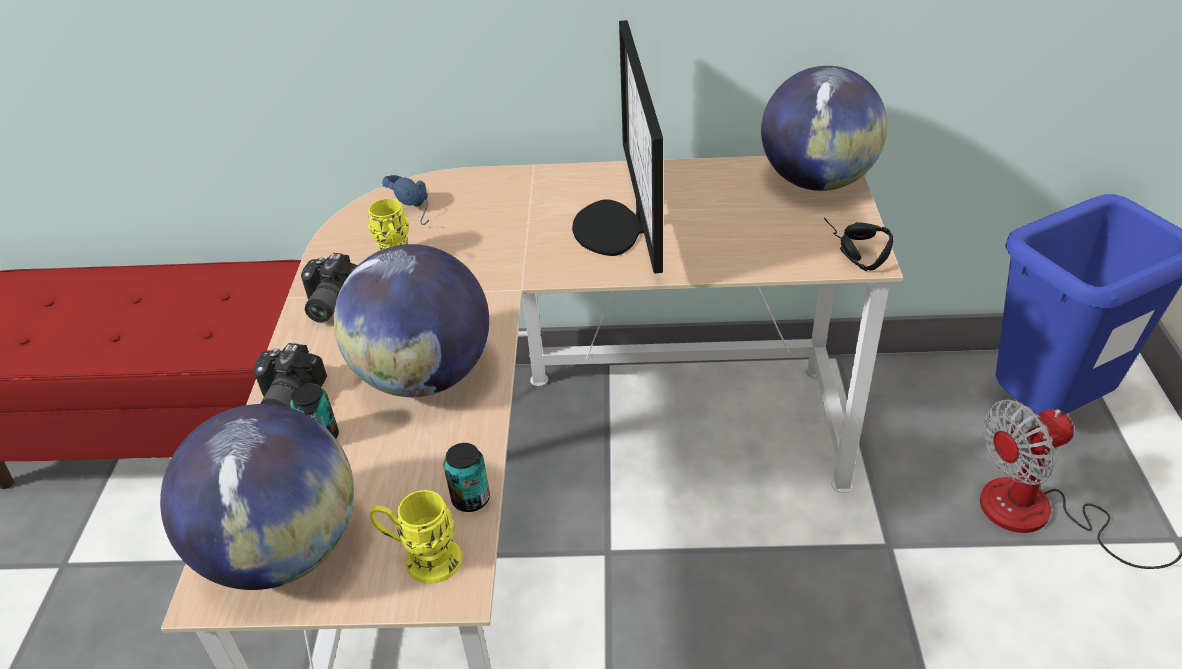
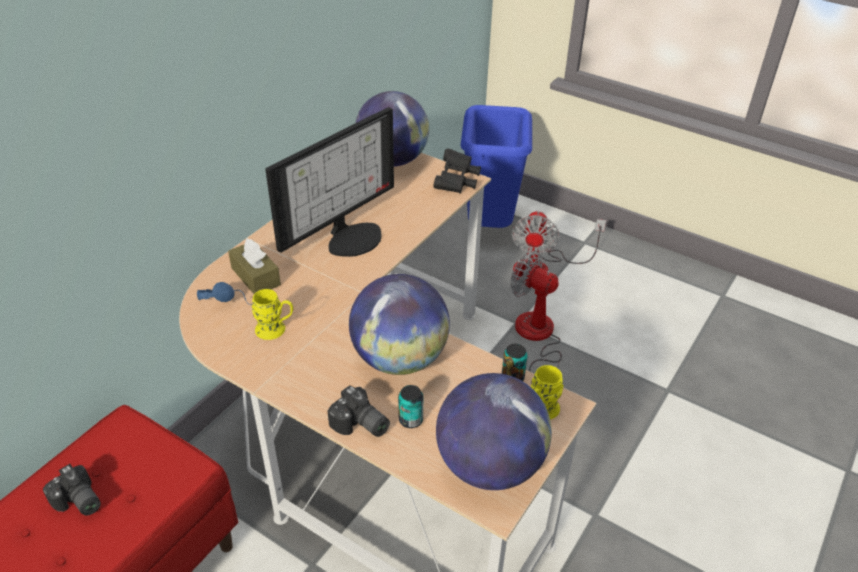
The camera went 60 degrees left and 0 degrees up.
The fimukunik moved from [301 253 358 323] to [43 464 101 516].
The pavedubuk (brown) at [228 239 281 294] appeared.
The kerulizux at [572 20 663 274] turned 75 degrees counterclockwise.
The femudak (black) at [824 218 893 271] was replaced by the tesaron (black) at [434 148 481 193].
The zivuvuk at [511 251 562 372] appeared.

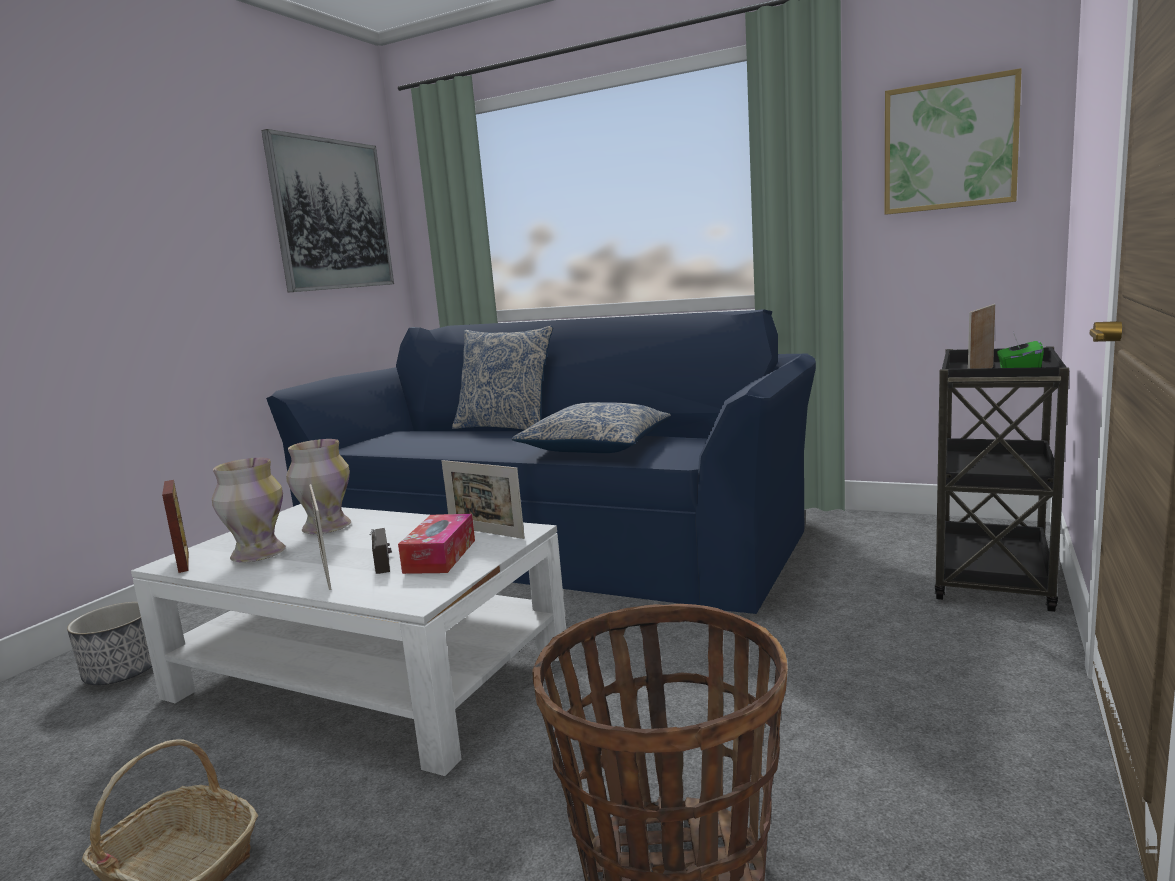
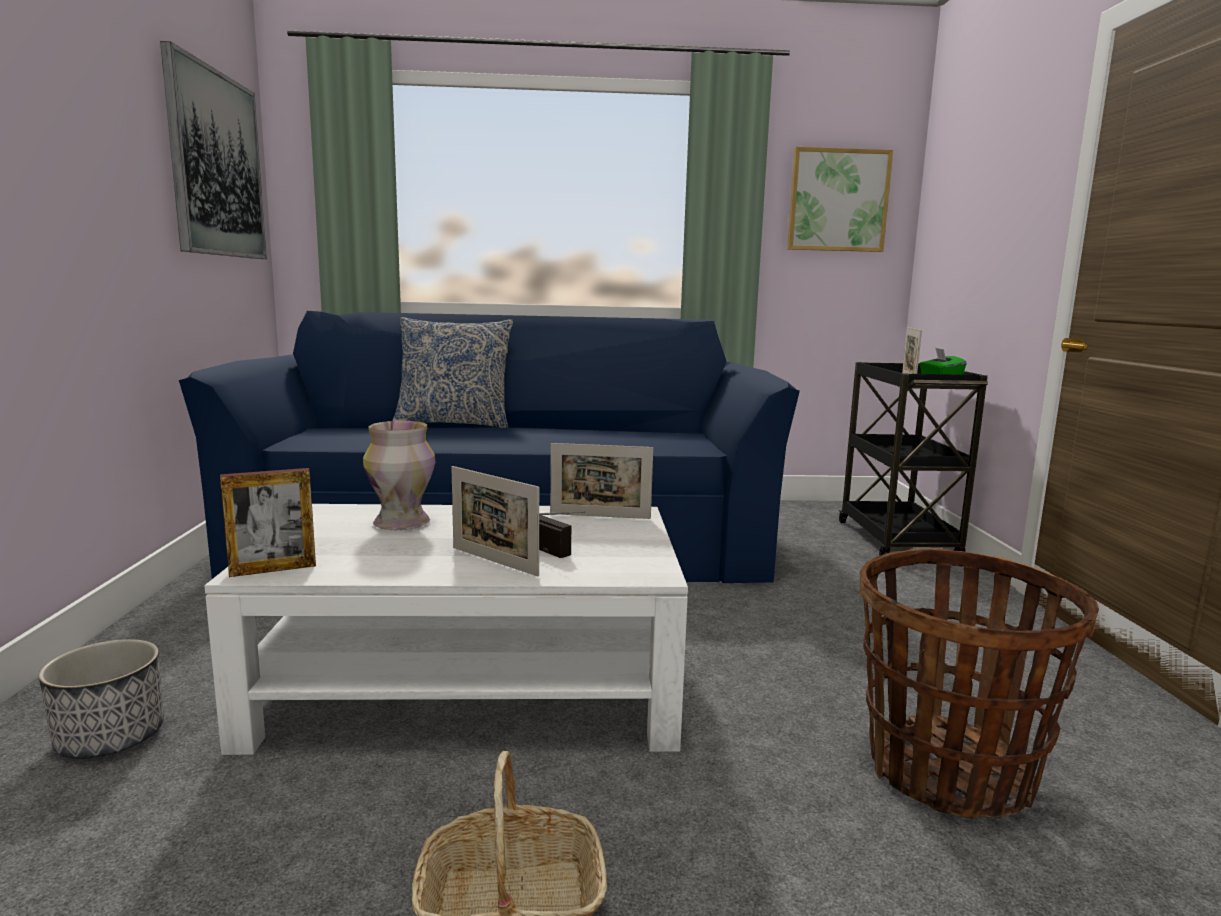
The camera went 30 degrees left and 0 degrees up.
The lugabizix at [162 480 189 573] turned 120 degrees clockwise.
The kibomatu at [212 458 286 563] disappeared.
The pavedubuk at [398 514 475 574] disappeared.
The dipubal at [512 402 671 453] disappeared.

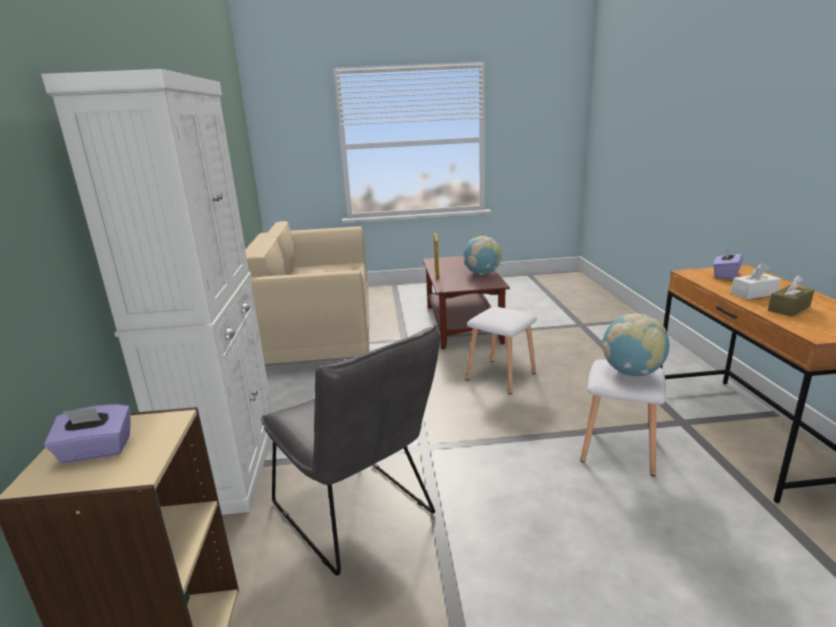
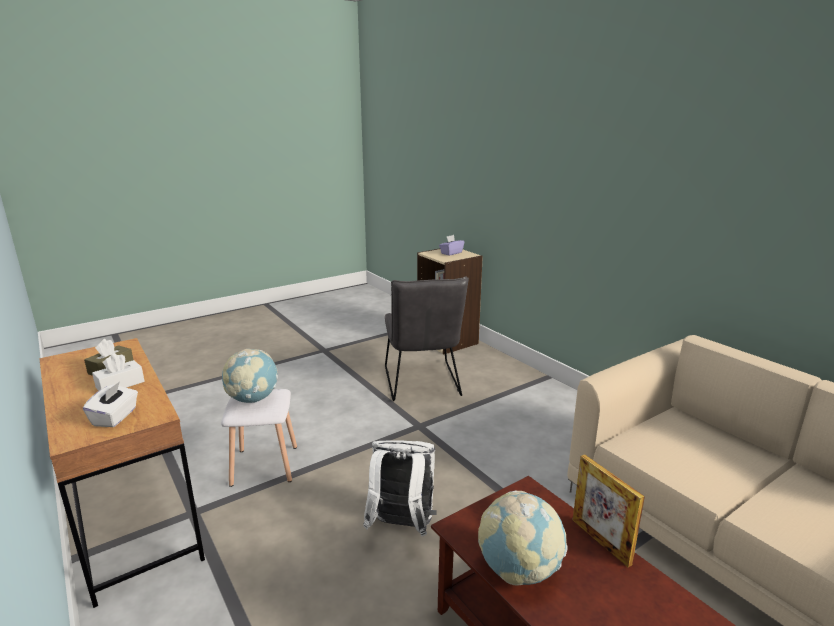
The camera went 150 degrees right and 0 degrees up.
The pavedubuk (purple) at [713 246 743 280] became the pavedubuk (white) at [83 382 138 427].
The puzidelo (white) at [466 307 537 394] was replaced by the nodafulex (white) at [363 440 437 537].
The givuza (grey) at [261 324 440 576] turned 120 degrees counterclockwise.
The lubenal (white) at [41 69 273 515] disappeared.

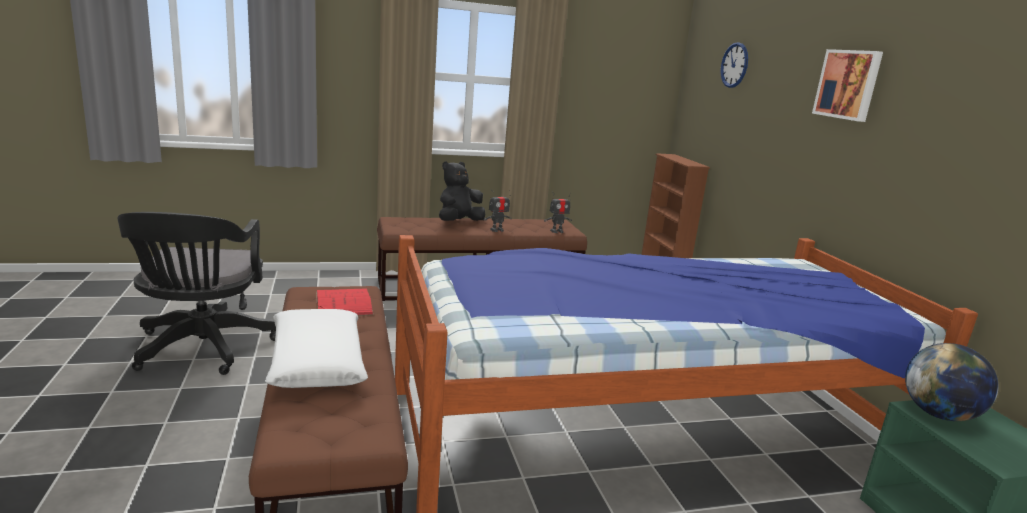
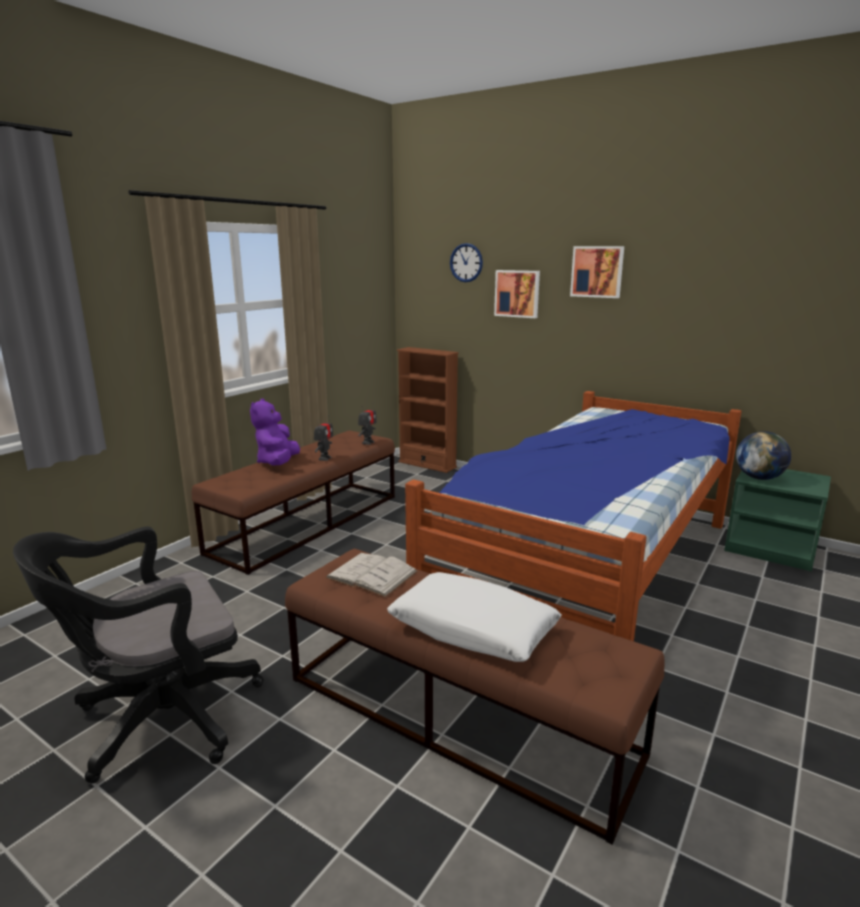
The camera went 40 degrees left and 0 degrees up.
The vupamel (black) at [117 212 276 375] turned 105 degrees clockwise.
The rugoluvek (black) at [439 161 485 221] became the rugoluvek (purple) at [250 399 300 465].
The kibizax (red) at [316 288 374 316] became the kibizax (white) at [325 553 418 597].
The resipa at [494 270 540 318] appeared.

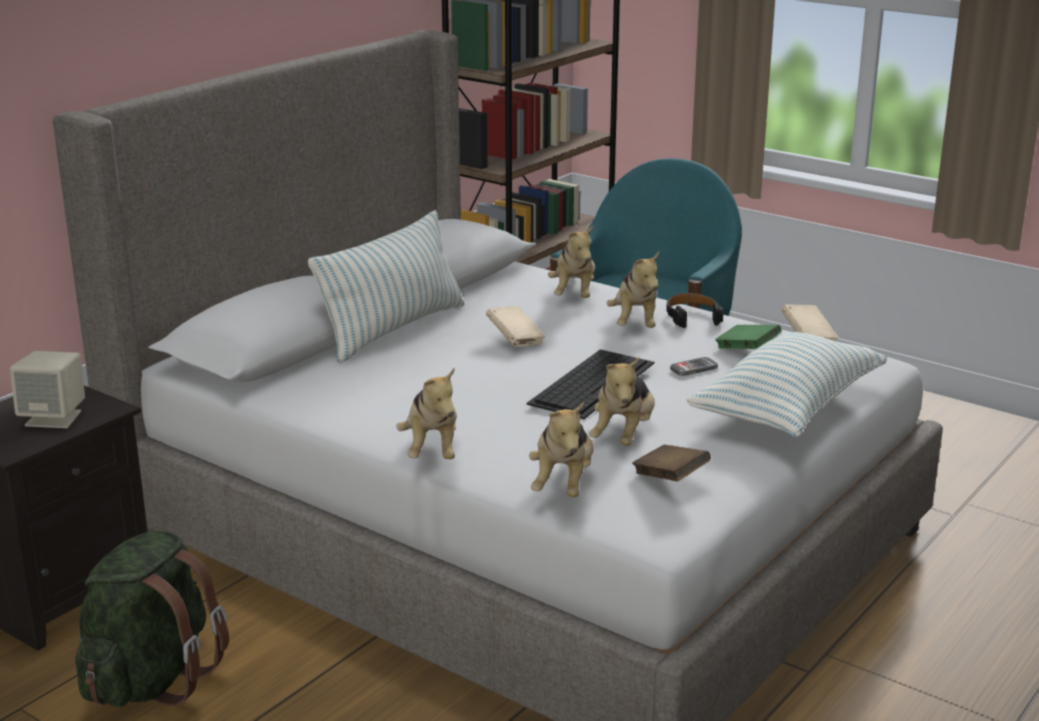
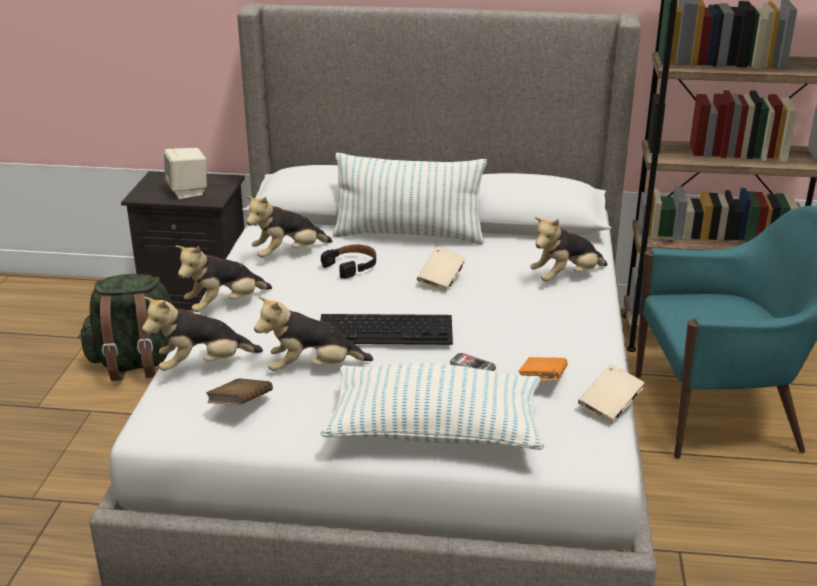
The camera went 60 degrees right and 5 degrees up.
The rugoluvek moved from [607 252 659 328] to [245 196 333 258].
The femudak (black) moved from [666 293 723 328] to [321 245 376 279].
The kibizax (green) at [715 324 781 349] became the kibizax (orange) at [518 357 568 381].

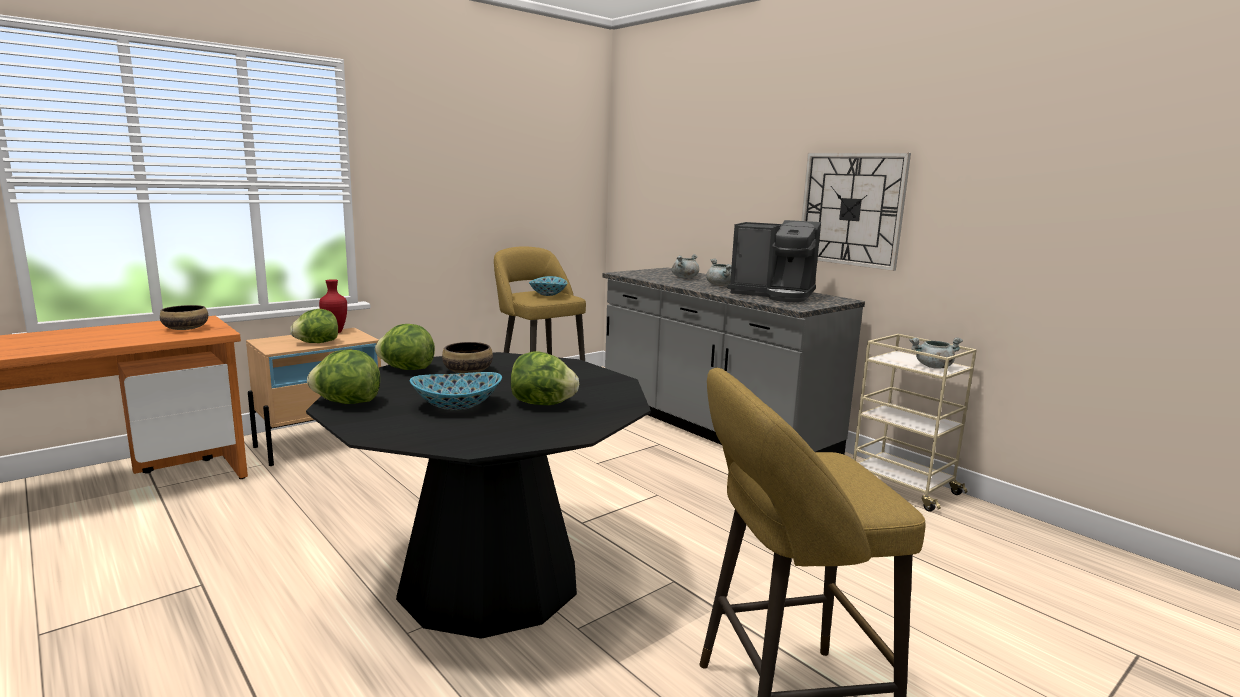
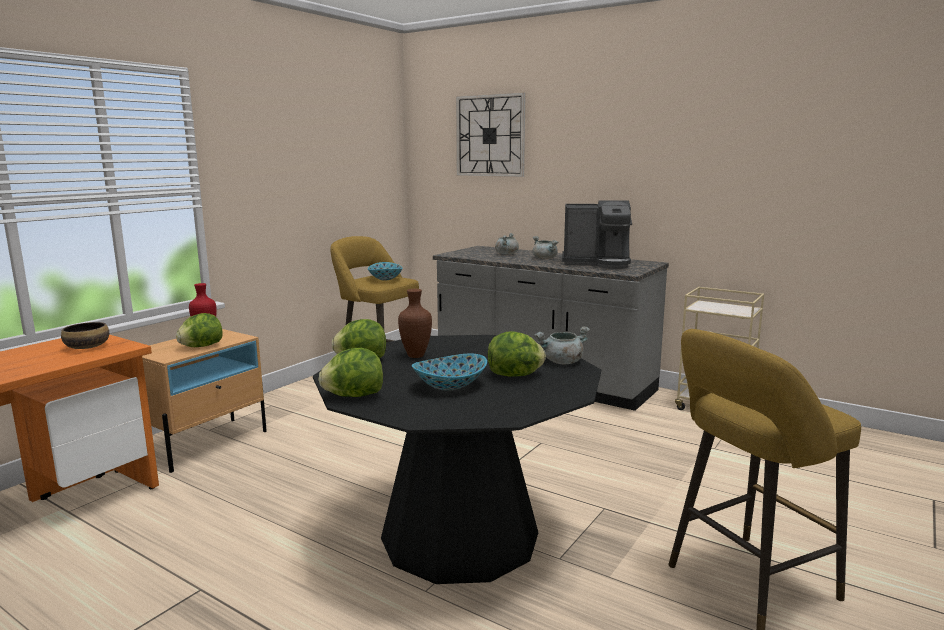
The camera went 15 degrees left and 0 degrees up.
The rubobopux at [442 342 493 373] was replaced by the kibomatu (brown) at [398 289 432 358].
The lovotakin moved from [801 153 911 271] to [456 92 526 177].
The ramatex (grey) moved from [910 337 963 369] to [534 326 590 365].

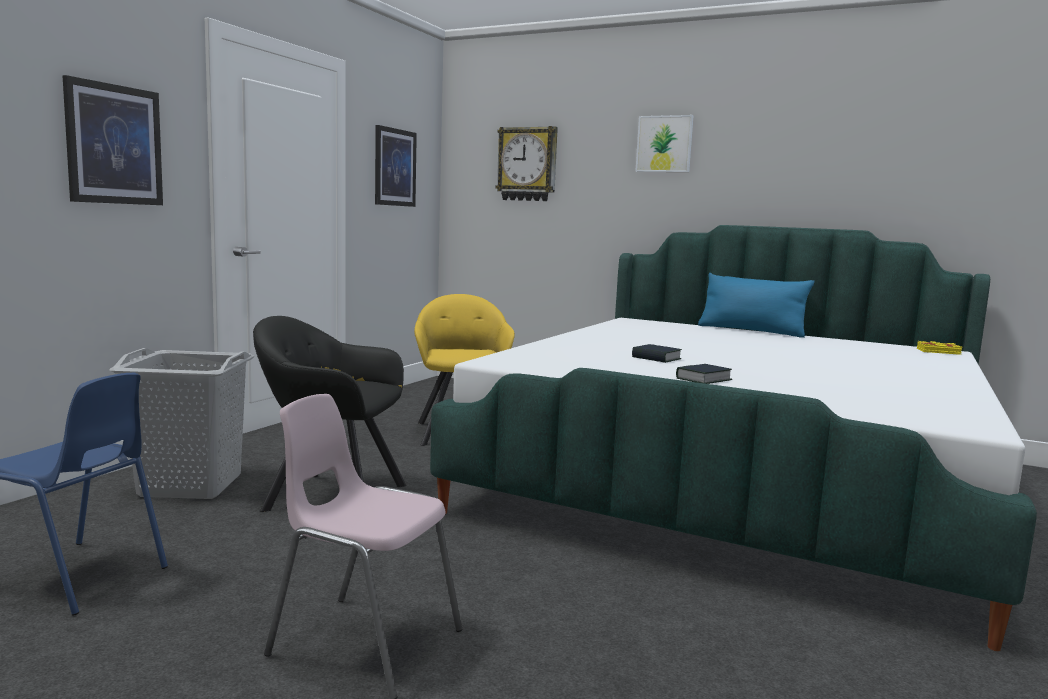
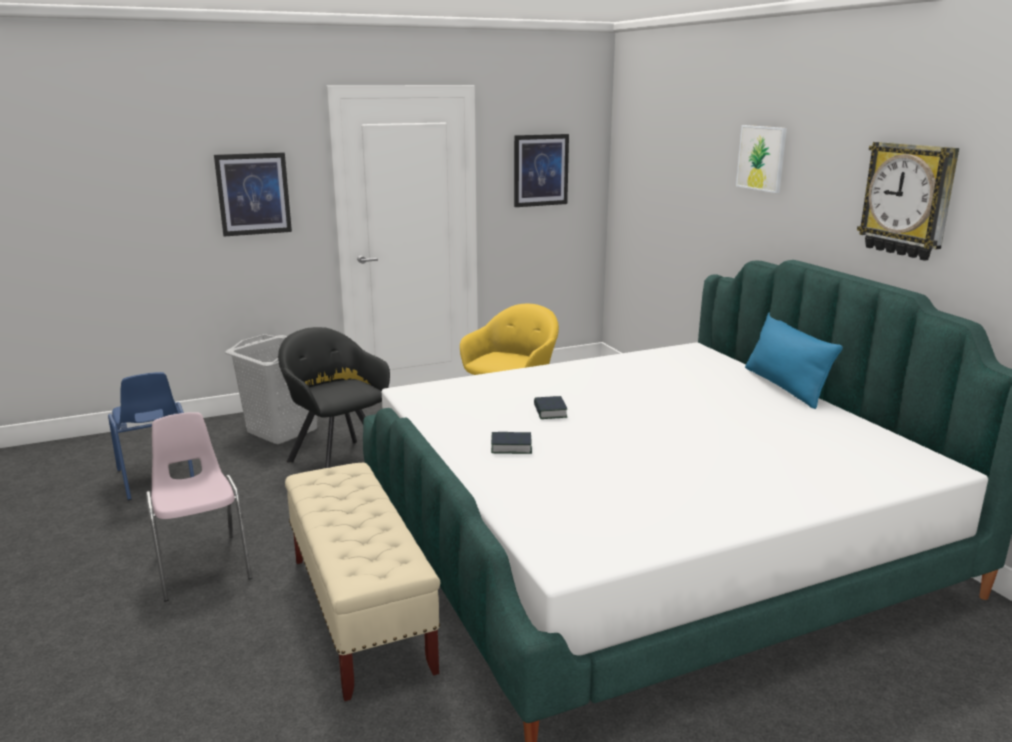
The camera went 40 degrees right and 10 degrees up.
The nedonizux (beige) at [285 463 440 701] appeared.
The lovotakin moved from [496 126 558 201] to [857 142 959 261].
The kibizax (yellow) at [917 341 962 355] disappeared.

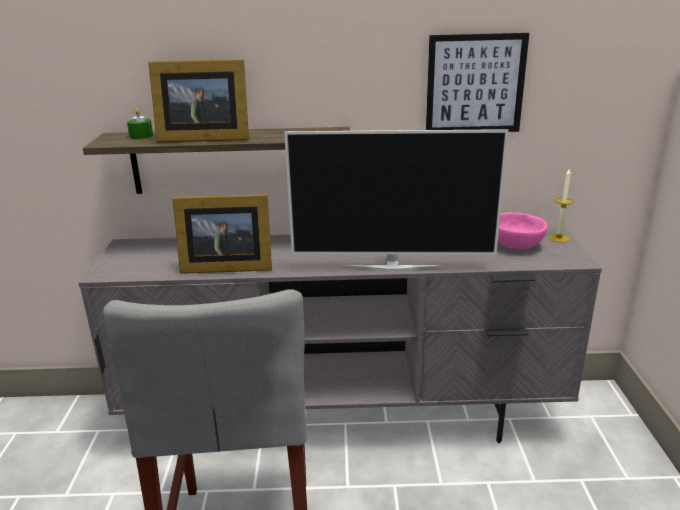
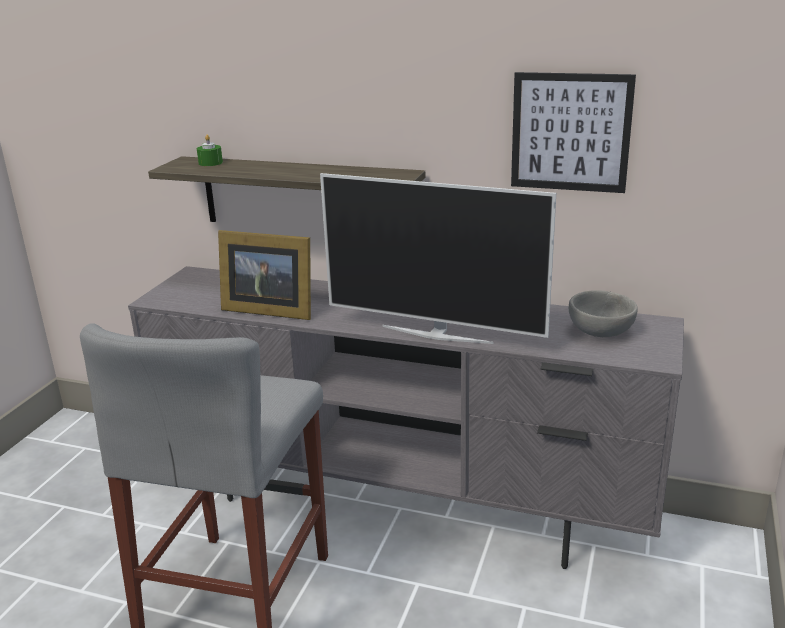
The camera went 20 degrees right and 0 degrees up.
The rubobopux (pink) at [498 212 548 249] became the rubobopux (grey) at [569 290 638 337].
The lugabizix at [148 59 249 142] disappeared.
The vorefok at [549 169 573 242] disappeared.

